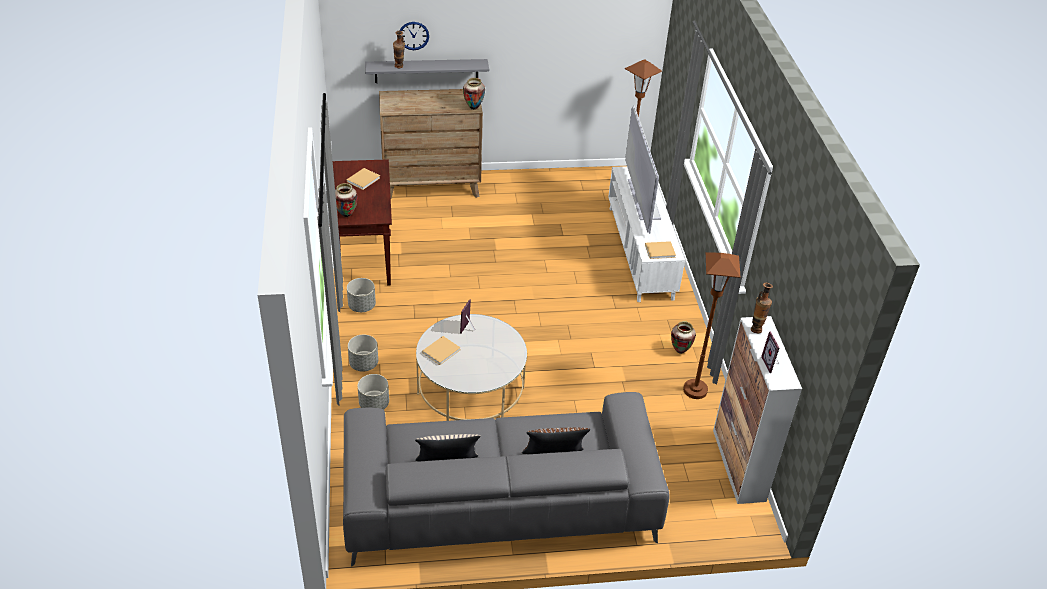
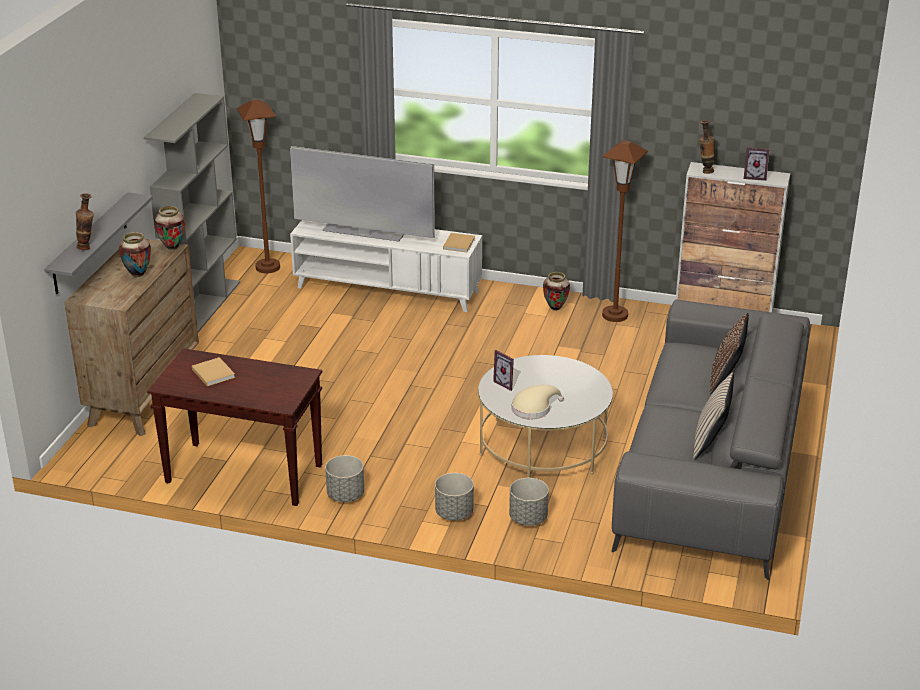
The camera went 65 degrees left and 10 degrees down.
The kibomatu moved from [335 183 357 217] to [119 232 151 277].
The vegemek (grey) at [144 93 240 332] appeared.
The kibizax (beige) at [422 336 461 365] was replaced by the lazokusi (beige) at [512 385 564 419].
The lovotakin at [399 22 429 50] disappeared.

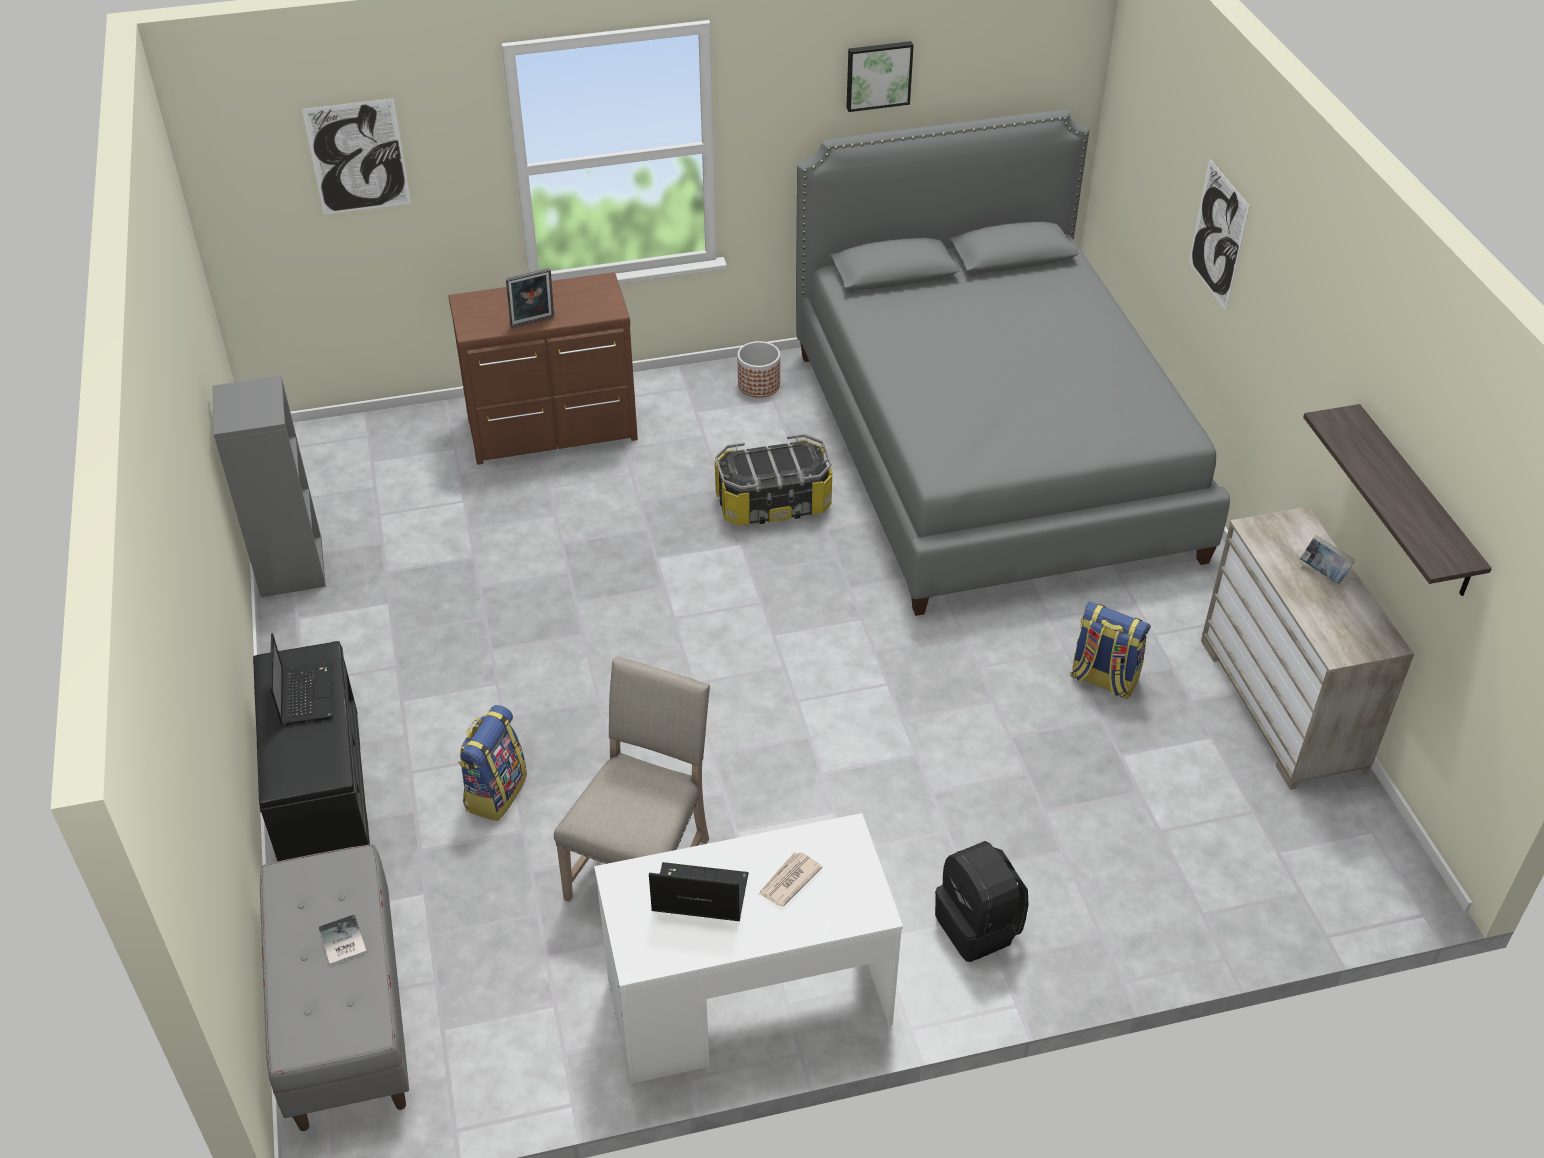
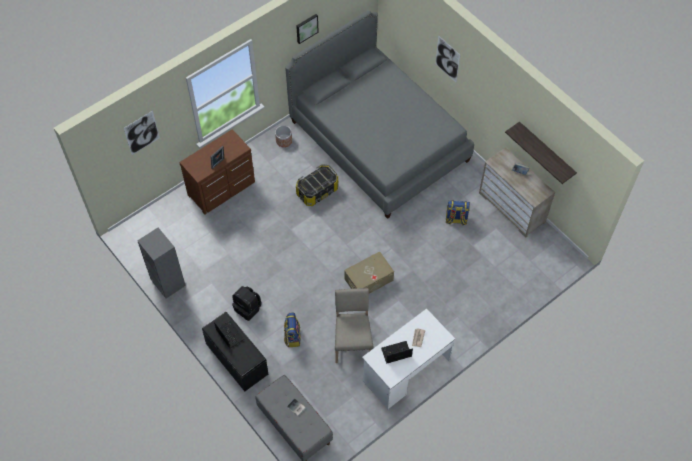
The camera went 25 degrees left and 15 degrees up.
The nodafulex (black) moved from [935 841 1028 962] to [232 286 261 321].
The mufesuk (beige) at [344 252 394 294] appeared.

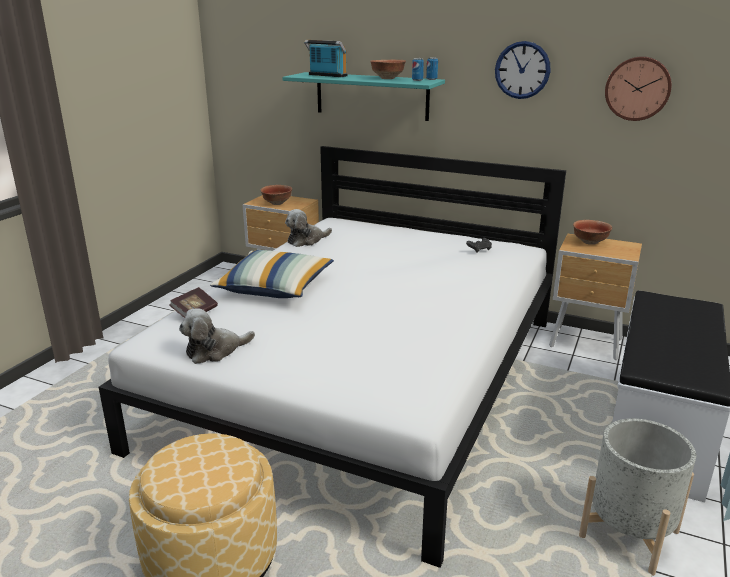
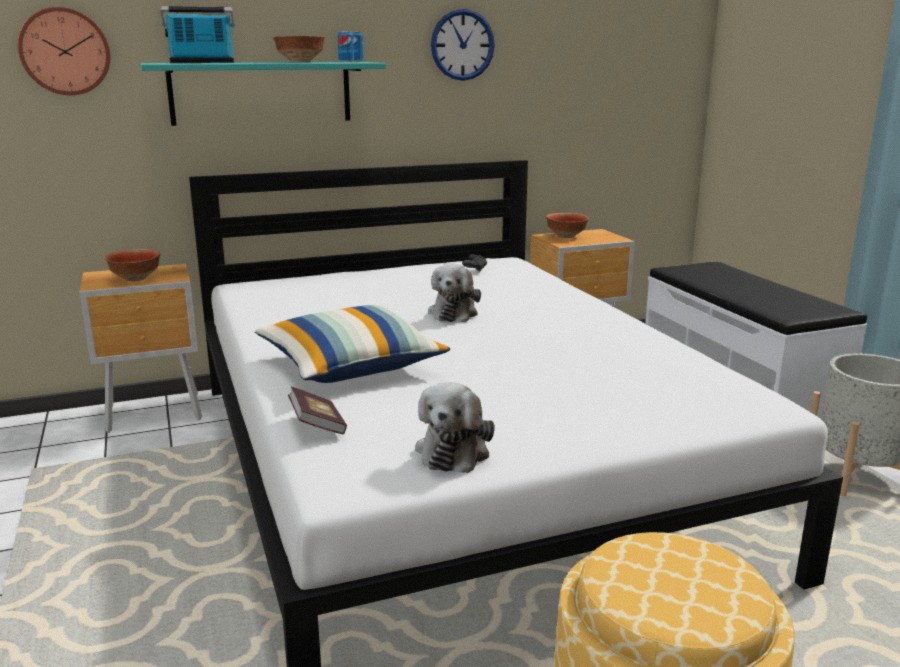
The camera went 45 degrees left and 5 degrees down.
The lovotakin moved from [605 56 672 121] to [18 7 110 95].
The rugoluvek moved from [285 209 332 247] to [428 264 481 322].

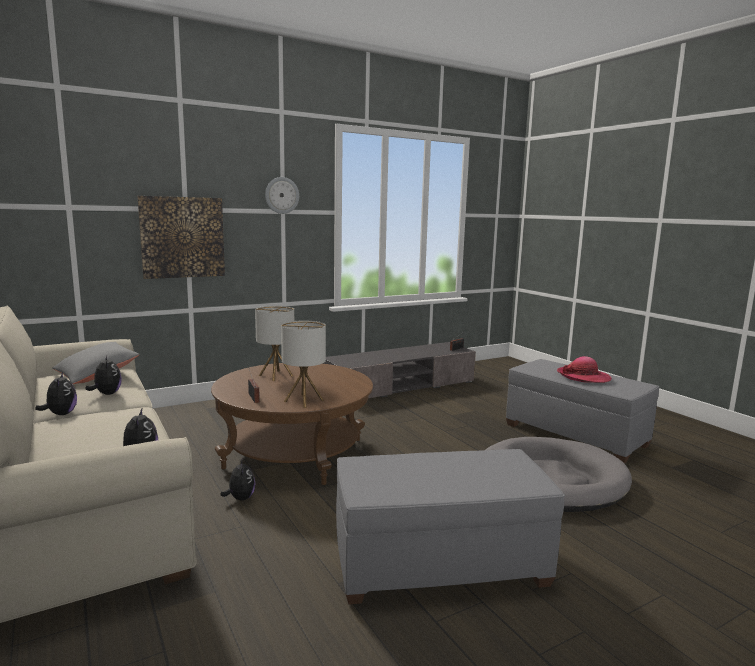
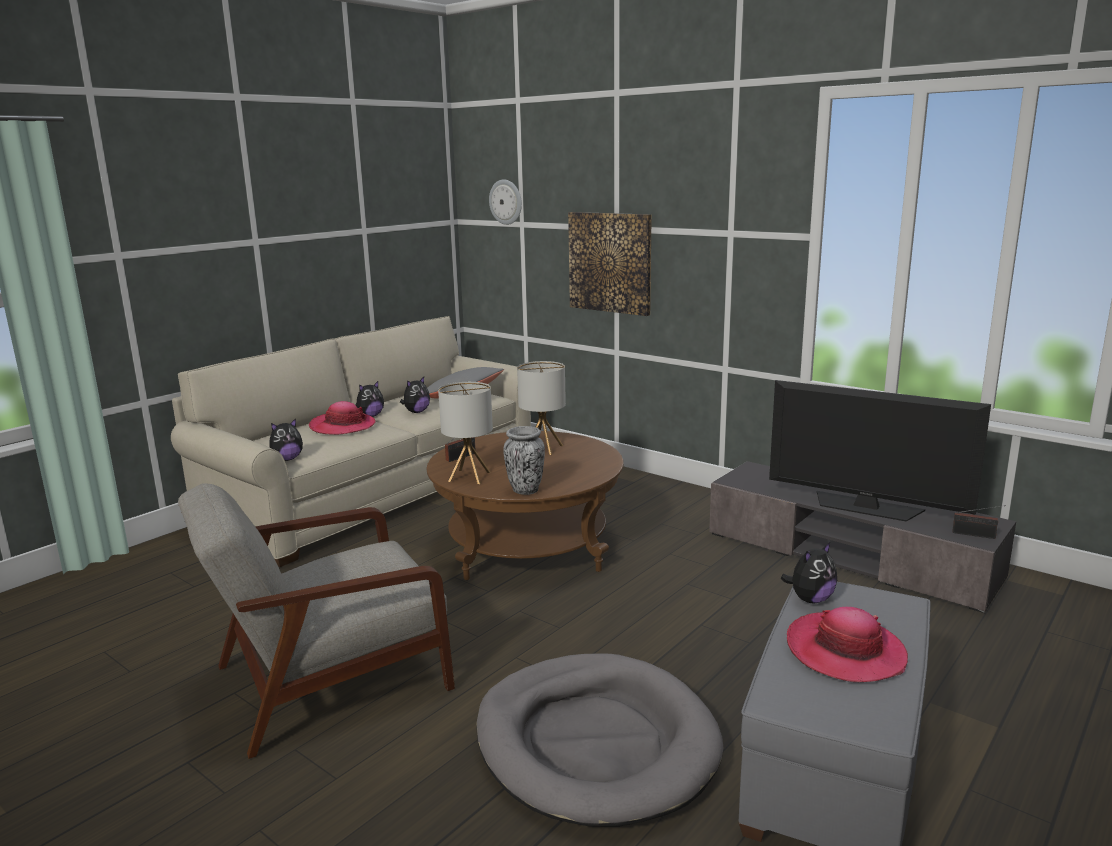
The camera went 70 degrees right and 5 degrees up.
The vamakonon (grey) at [336 449 565 605] was replaced by the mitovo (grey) at [178 483 455 759].
The lazokusi at [309 401 375 435] appeared.
The lovotakin moved from [265 177 299 214] to [489 179 522 225].
The kibomatu at [503 426 545 495] appeared.
The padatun at [769 380 991 521] appeared.
The rugoluvek moved from [220 460 256 501] to [781 542 837 603].

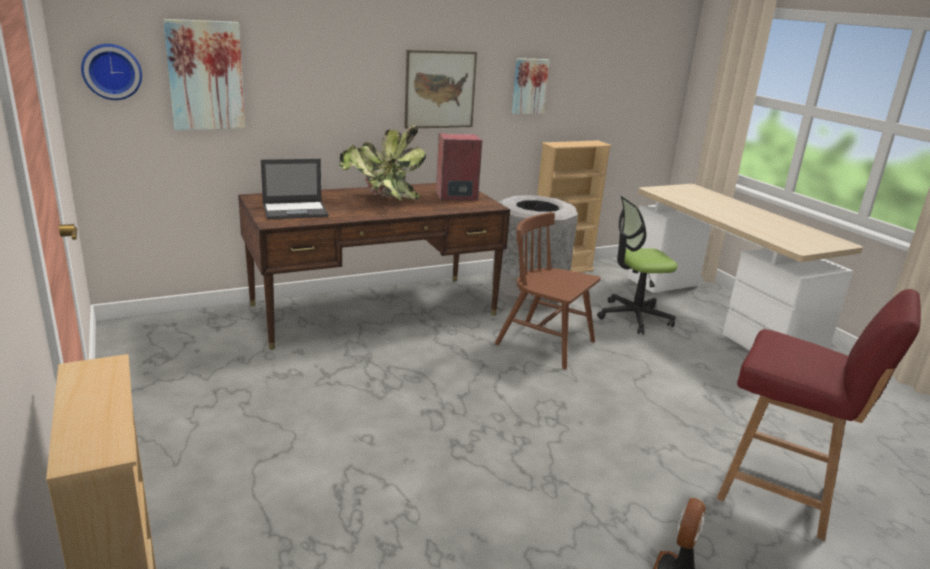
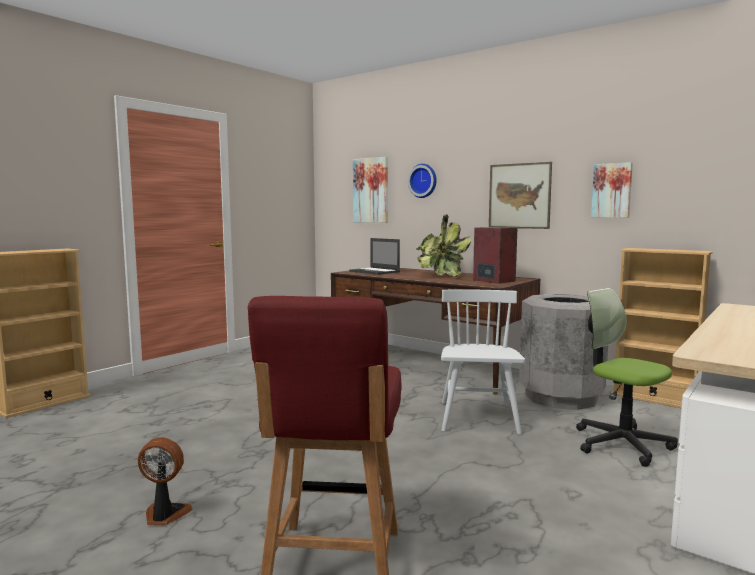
The camera went 65 degrees right and 15 degrees down.
The lovotakin moved from [81 44 142 100] to [408 164 437 198].
The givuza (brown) at [495 212 601 369] became the givuza (white) at [441 289 525 435].

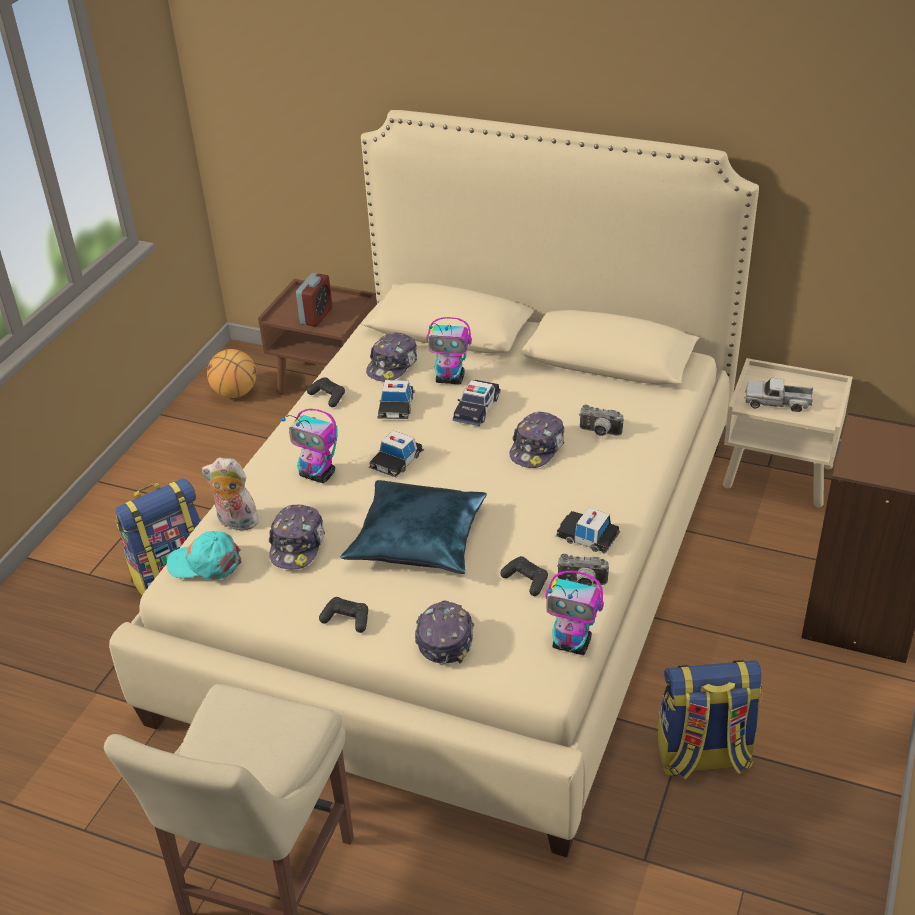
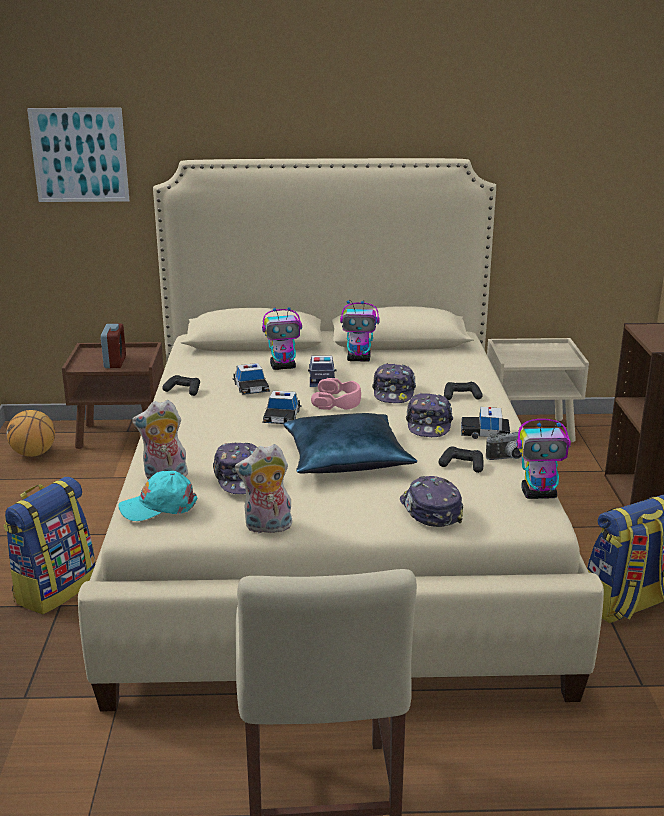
The camera went 25 degrees left and 15 degrees down.
The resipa at [27 108 129 202] appeared.
The rugoluvek at [235 444 292 535] appeared.
The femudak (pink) at [311 378 361 410] appeared.
The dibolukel moved from [282 409 337 483] to [340 300 380 362].
The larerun moved from [366 332 417 382] to [406 392 453 437].
The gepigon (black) moved from [319 597 368 633] to [444 382 483 400].
The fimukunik at [579 405 624 436] disappeared.
The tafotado at [745 378 813 412] disappeared.

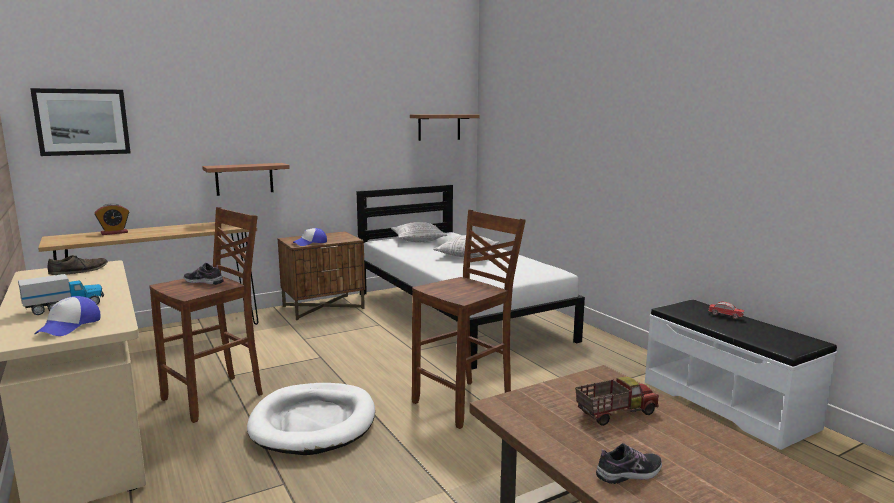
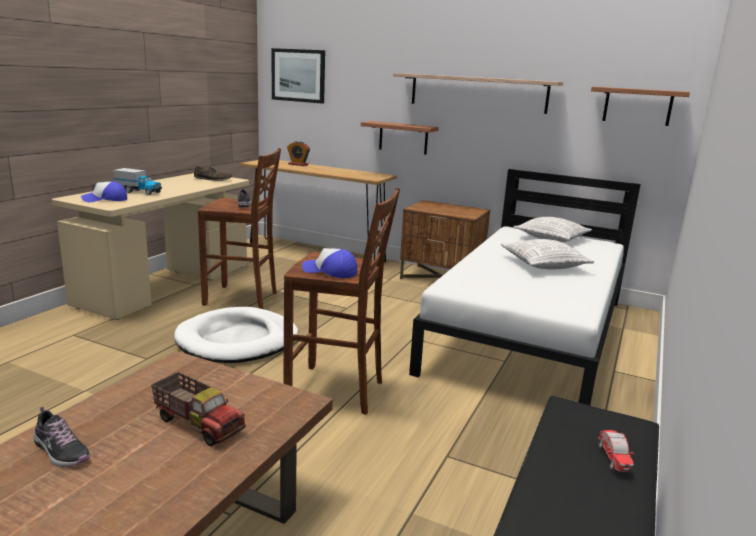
The camera went 55 degrees right and 5 degrees up.
The larerun moved from [293 228 327 246] to [302 248 358 278].
The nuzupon at [393 73 563 114] appeared.

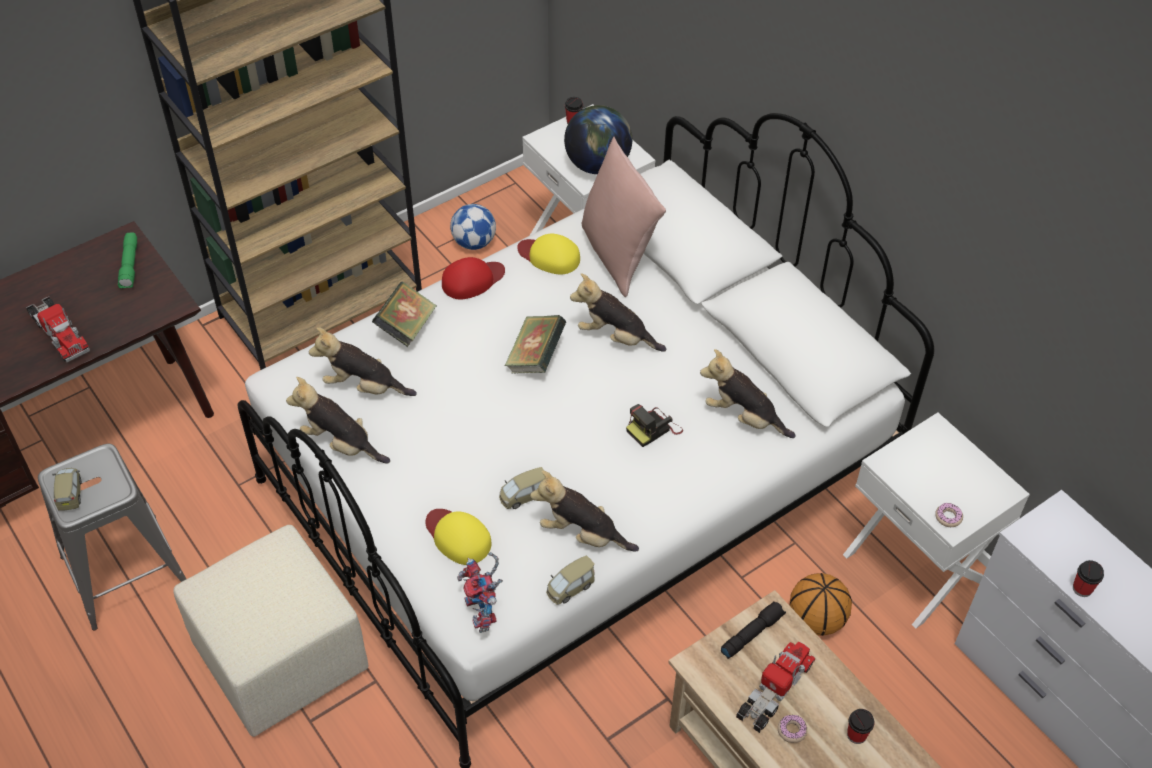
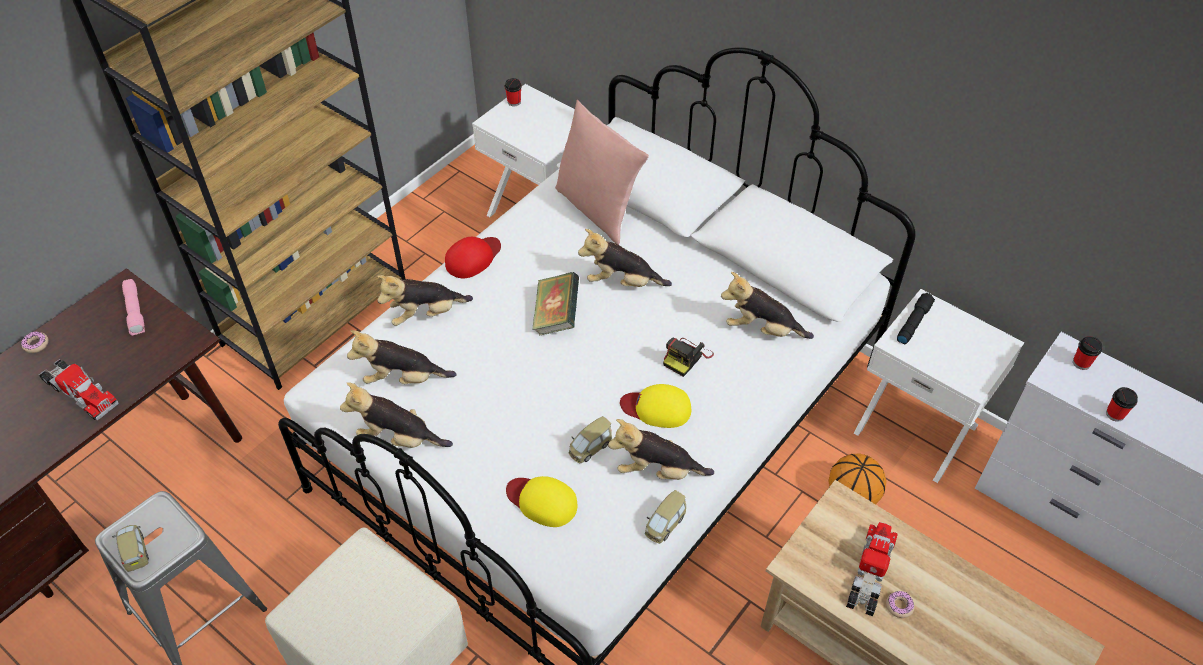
The camera went 15 degrees left and 0 degrees up.
The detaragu moved from [935 503 963 527] to [21 331 49 353].
The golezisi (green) at [118 233 137 288] became the golezisi (pink) at [122 279 145 336].
The kibizax at [372 281 437 347] was replaced by the rugoluvek at [377 275 473 326].
The larerun (yellow) moved from [517 234 580 275] to [620 384 691 428].
The golezisi (black) moved from [721 602 786 659] to [897 293 935 344].
The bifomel moved from [847 709 874 744] to [1073 336 1102 370].
The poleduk at [450 204 496 250] disappeared.
The dibolukel at [457 552 503 633] disappeared.
The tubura at [564 105 632 174] disappeared.

